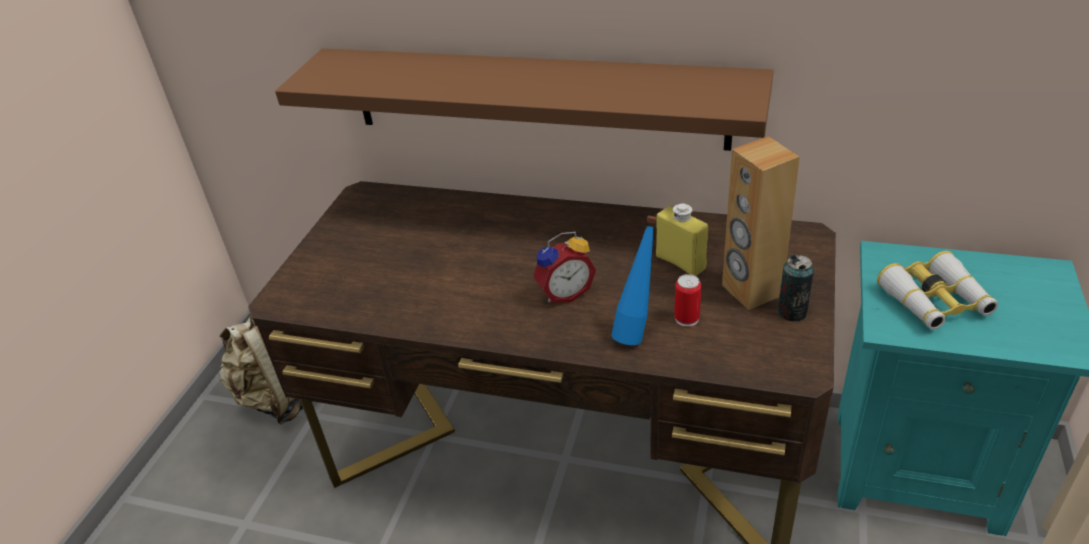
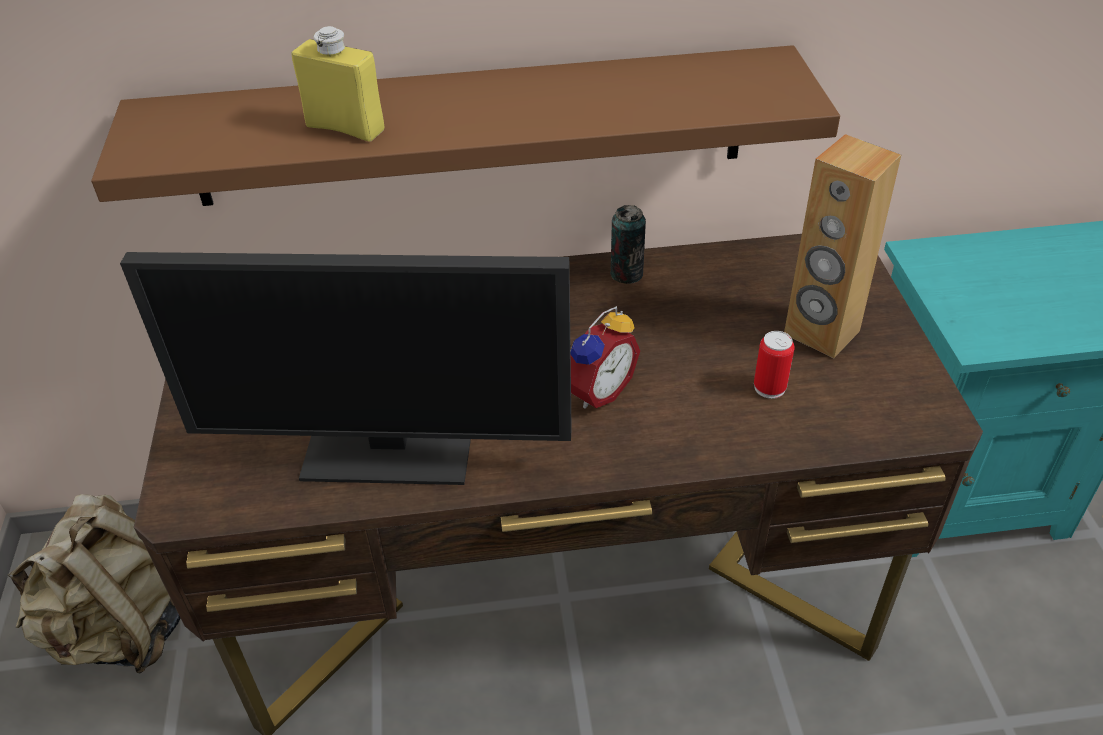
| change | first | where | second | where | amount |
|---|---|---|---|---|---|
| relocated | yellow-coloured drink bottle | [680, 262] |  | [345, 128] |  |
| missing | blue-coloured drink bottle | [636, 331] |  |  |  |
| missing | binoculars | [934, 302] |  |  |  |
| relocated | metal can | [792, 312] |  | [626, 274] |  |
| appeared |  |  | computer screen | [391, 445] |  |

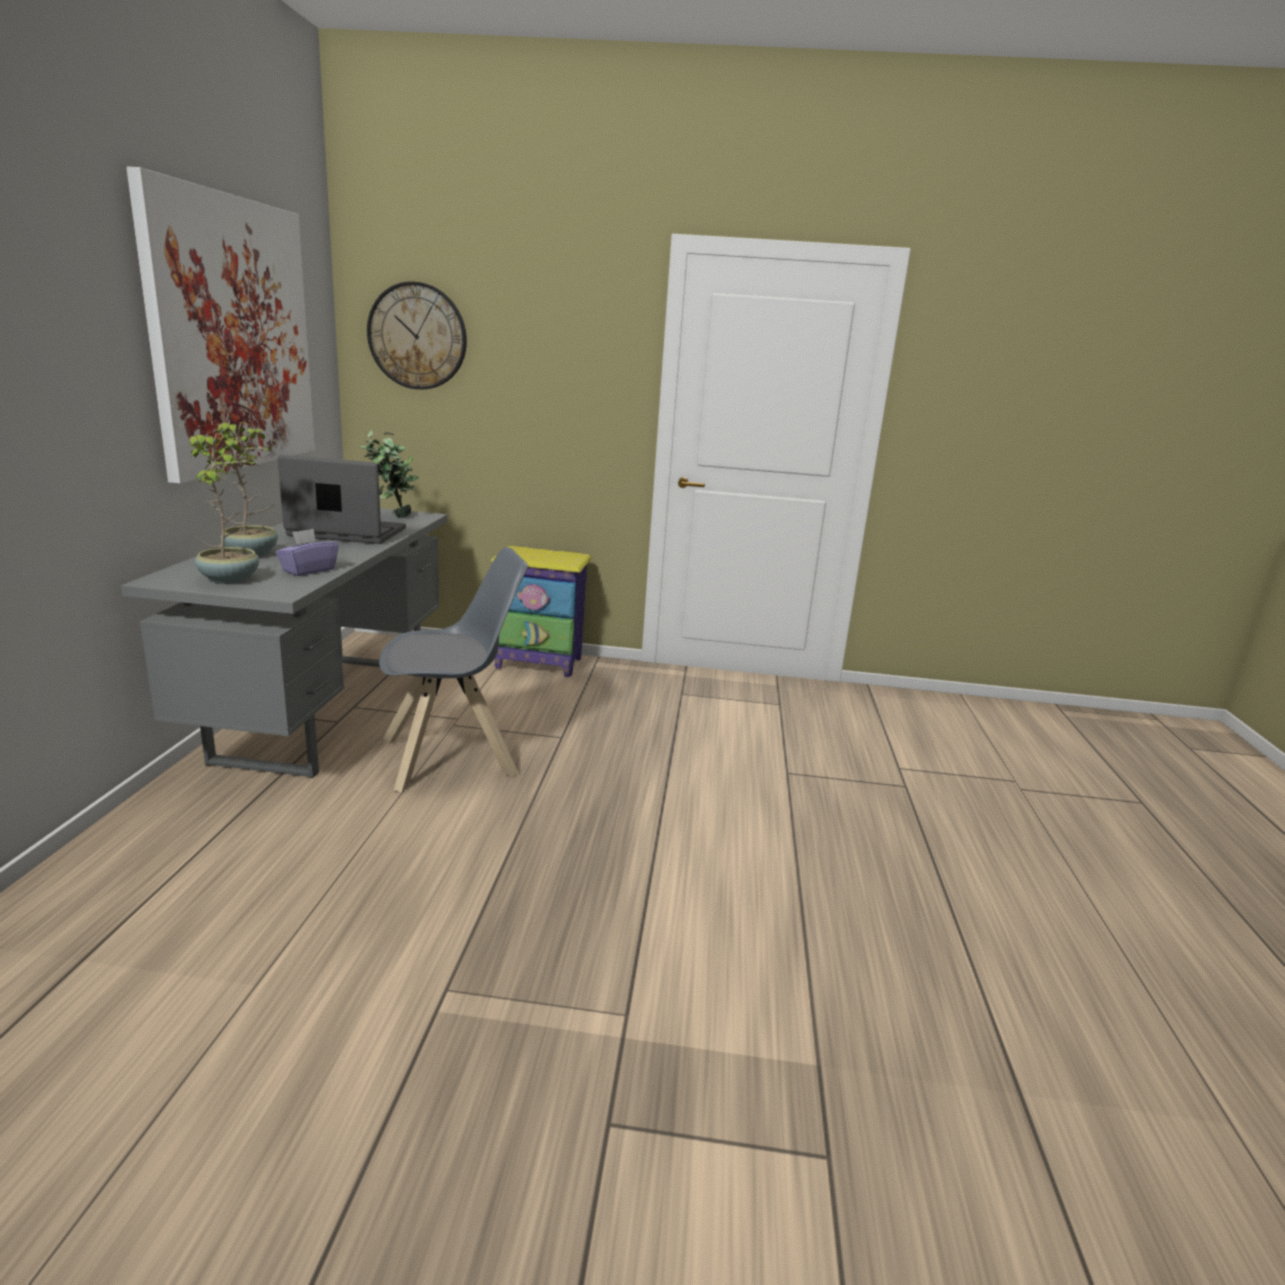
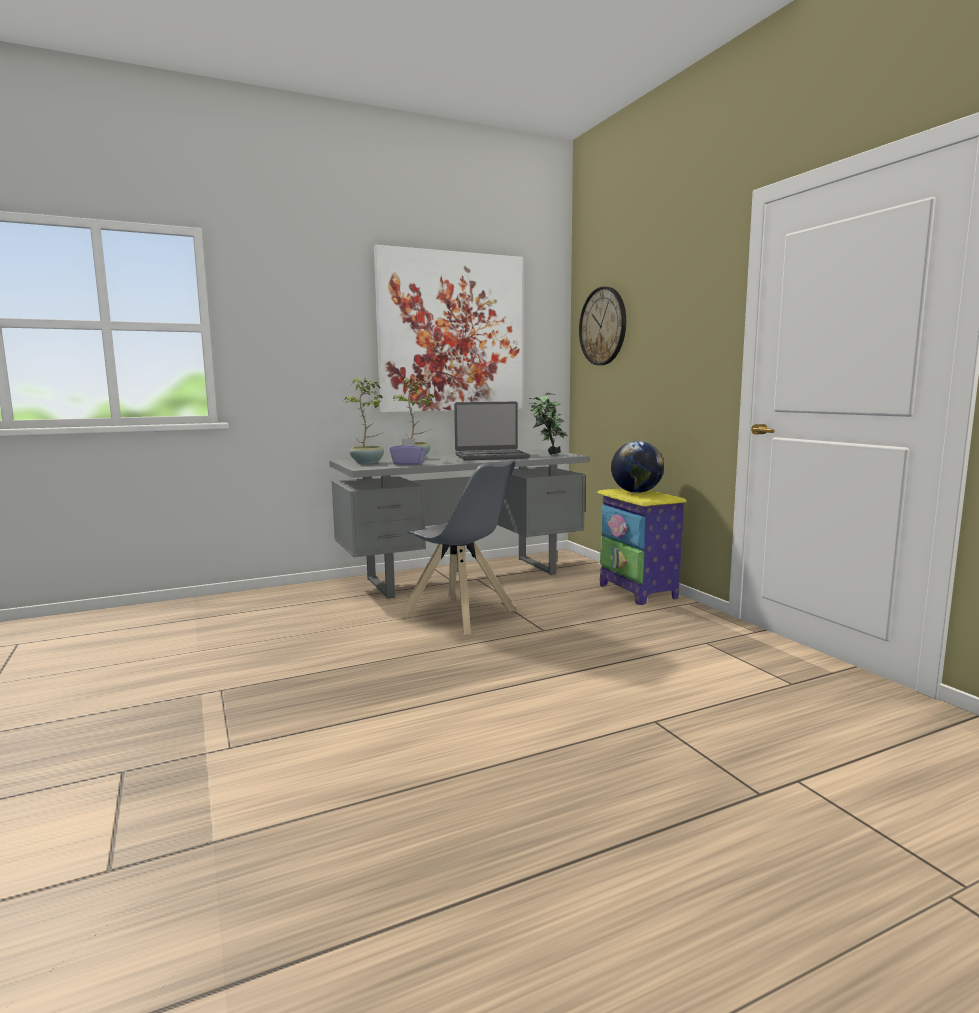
| change | first | where | second | where | amount |
|---|---|---|---|---|---|
| spun | laptop | [347, 533] |  | [491, 456] | 105 degrees clockwise |
| appeared |  |  | globe | [636, 492] |  |

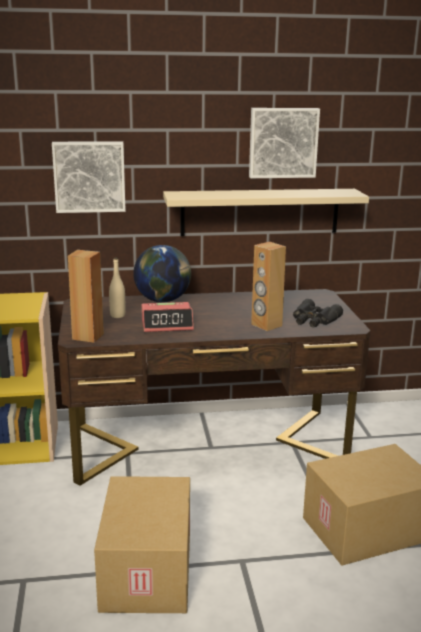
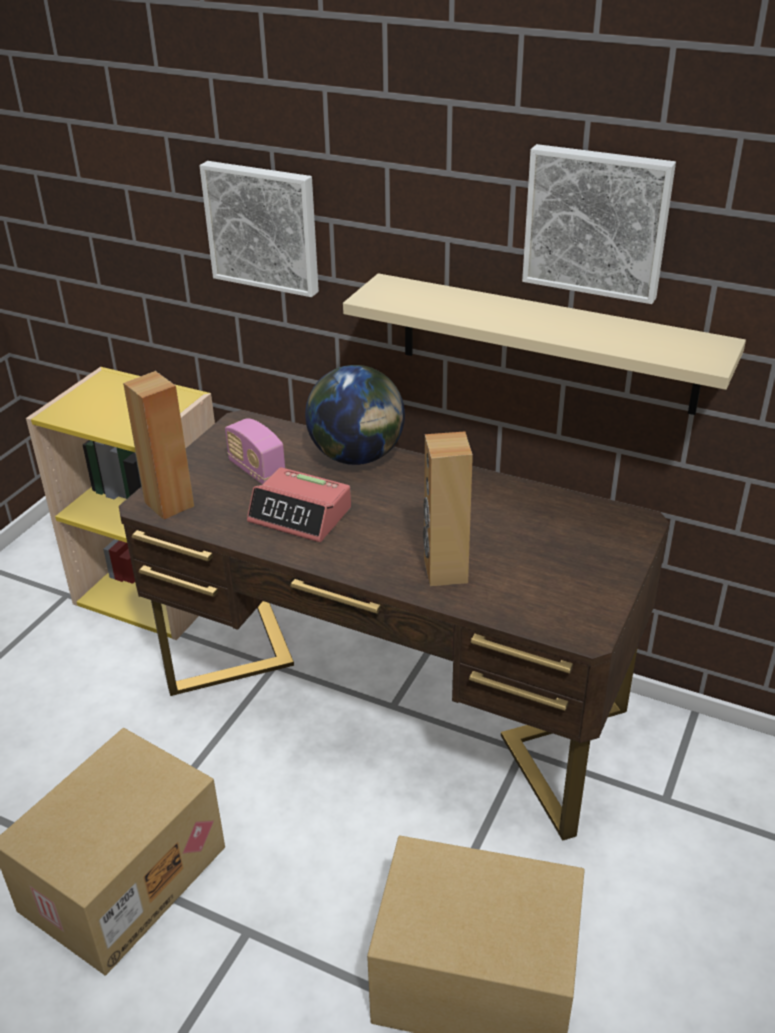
| change | first | where | second | where | amount |
|---|---|---|---|---|---|
| exchanged | beige-coloured drink bottle | [117, 315] | radio set | [257, 471] |  |
| missing | black binoculars | [314, 320] |  |  |  |

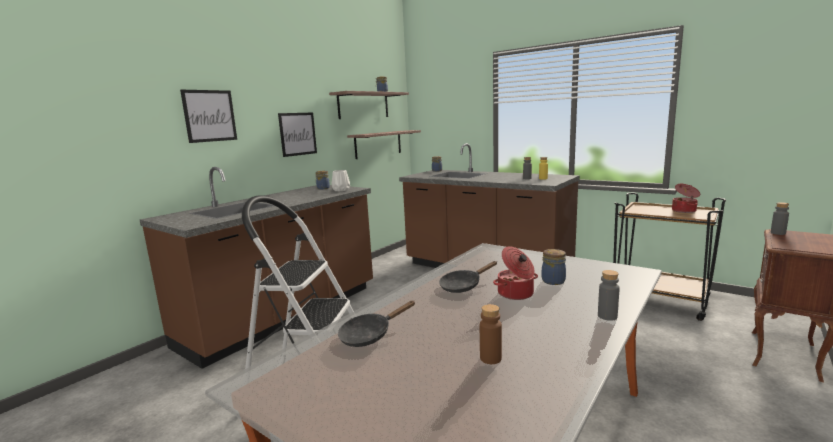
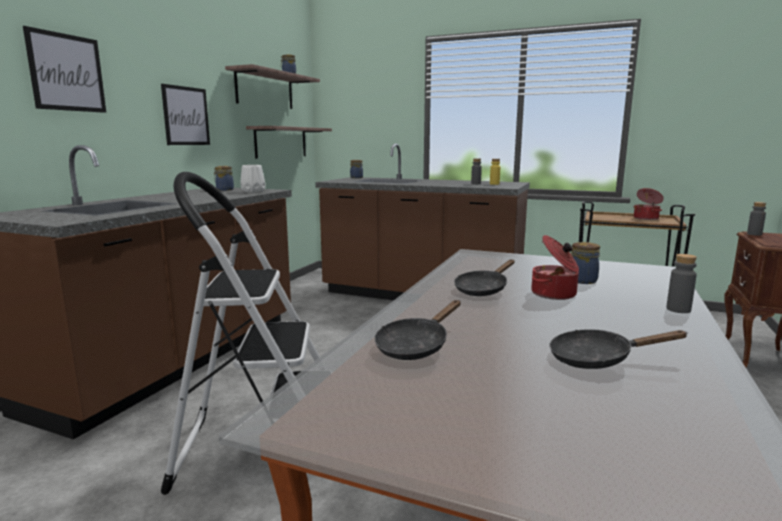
| change | first | where | second | where | amount |
|---|---|---|---|---|---|
| exchanged | brown-coloured drink bottle | [490, 358] | black skillet | [597, 359] |  |

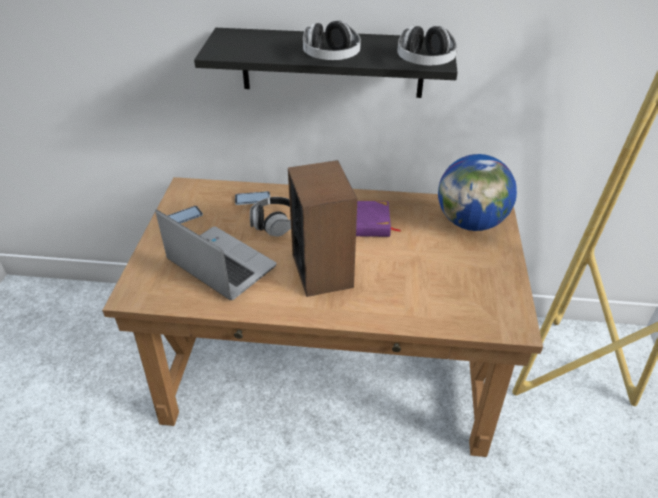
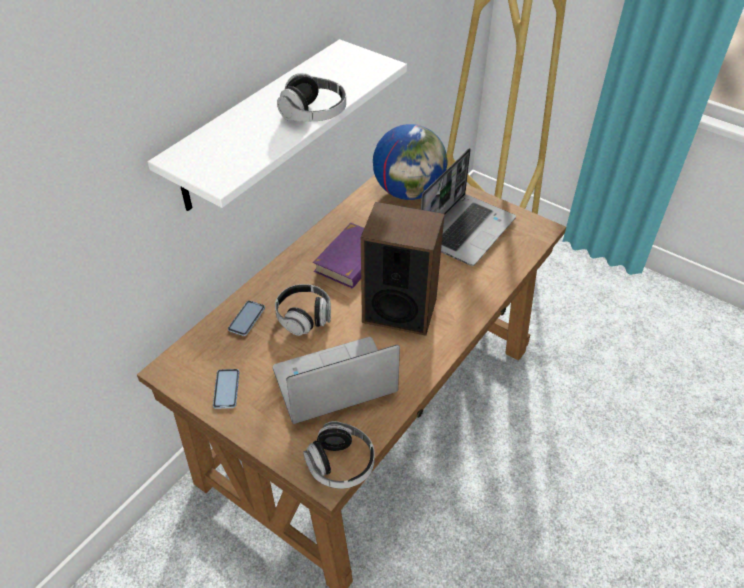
| change | first | where | second | where | amount |
|---|---|---|---|---|---|
| relocated | headphones | [425, 62] |  | [341, 464] |  |
| colour | black bracket shelf | [332, 63] | white-coloured bracket shelf | [257, 126] |  |
| appeared |  |  | laptop | [466, 229] |  |

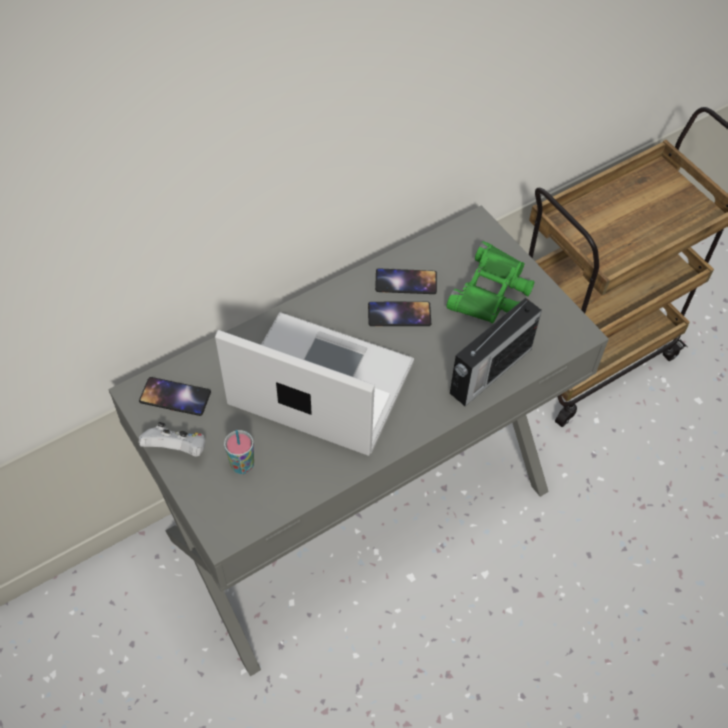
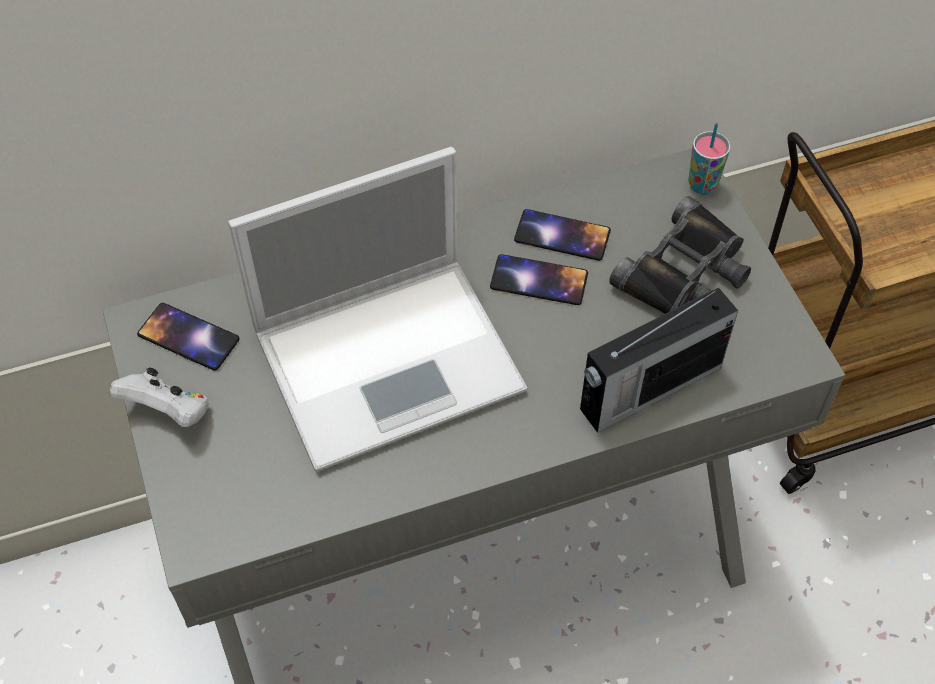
| change | first | where | second | where | amount |
|---|---|---|---|---|---|
| colour | greenish binoculars | [492, 292] | black binoculars | [686, 273] |  |
| spun | laptop | [318, 384] |  | [393, 358] | 120 degrees clockwise |
| relocated | drinking cup | [242, 465] |  | [702, 185] |  |

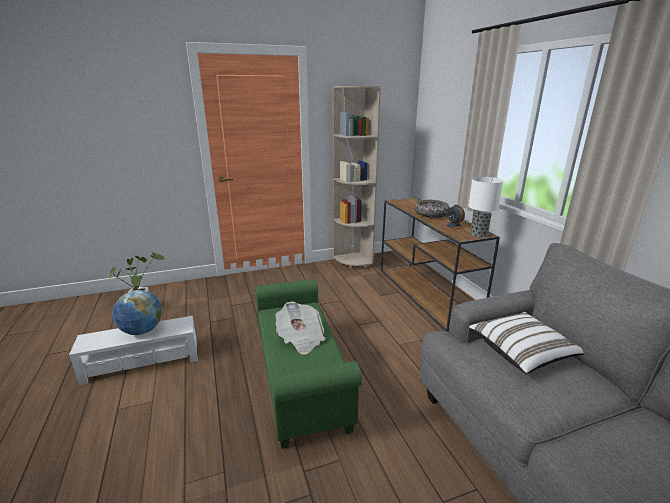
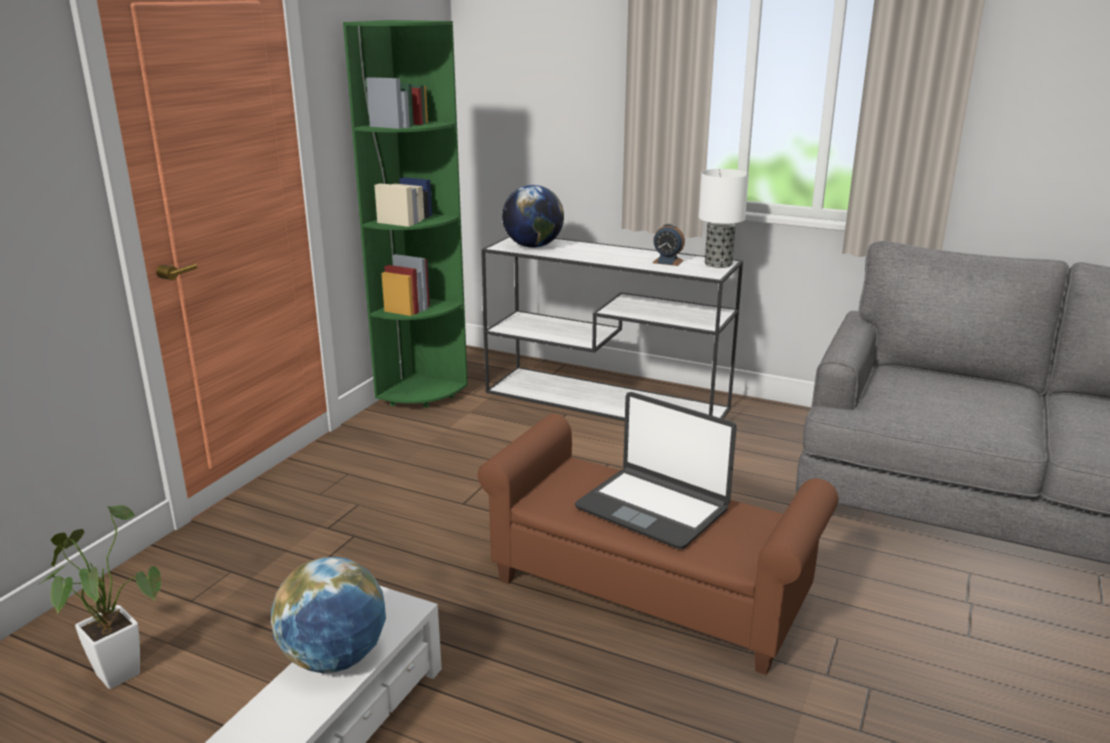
| change | first | where | second | where | amount |
|---|---|---|---|---|---|
| colour | beige-coloured shelving unit | [353, 263] | greenish shelving unit | [421, 399] |  |
| colour | brown-coloured hall table | [426, 294] | white-coloured hall table | [608, 401] |  |
| missing | serving bowl | [431, 214] |  |  |  |
| colour | greenish footrest | [301, 381] | brown-coloured footrest | [648, 591] |  |
| exchanged | newspaper | [300, 338] | laptop | [653, 508] |  |
| missing | white-coloured throw pillow | [522, 352] |  |  |  |
| appeared |  |  | globe | [533, 246] |  |

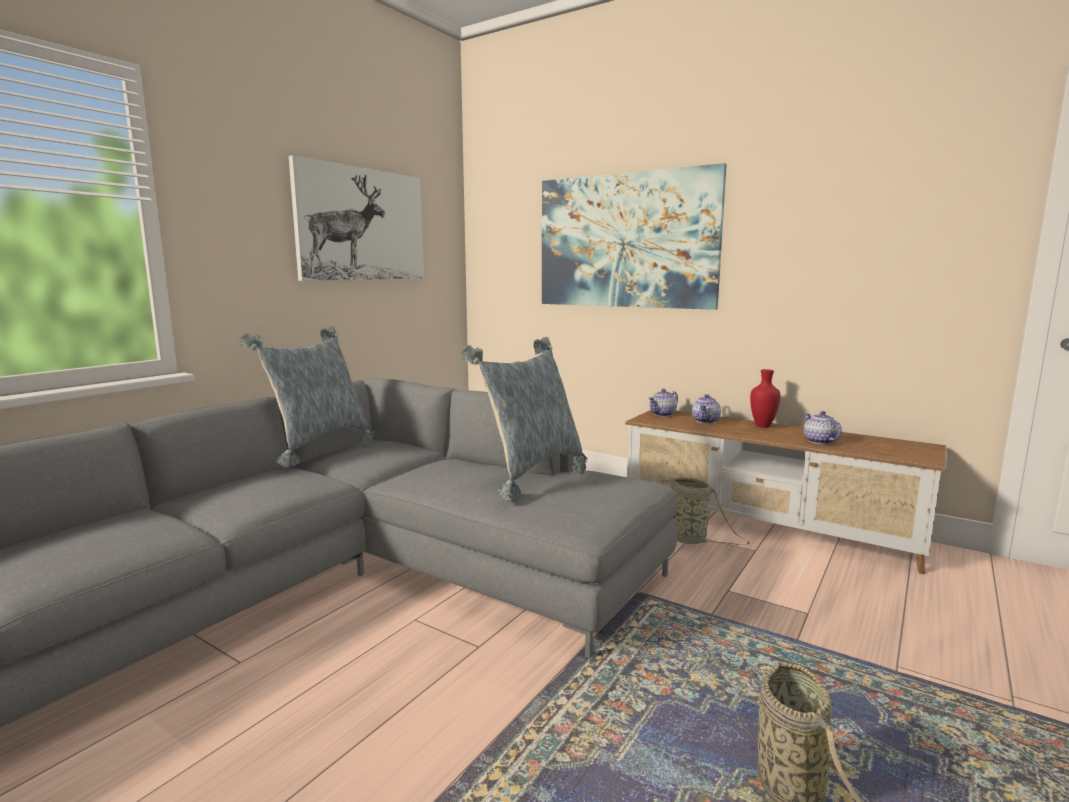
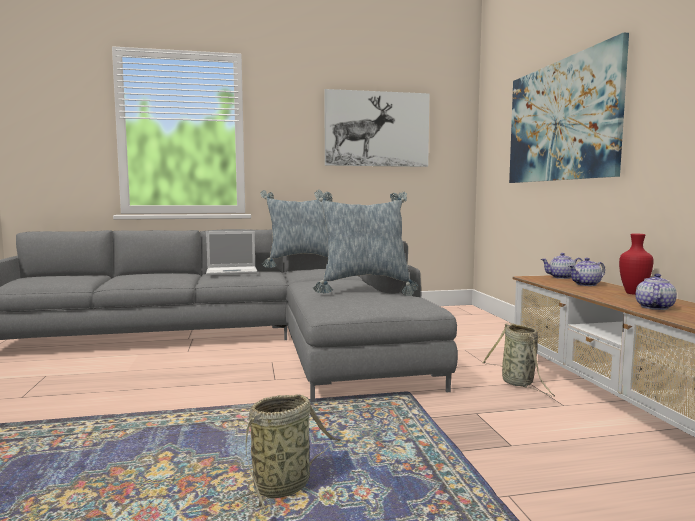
| change | first | where | second | where | amount |
|---|---|---|---|---|---|
| appeared |  |  | laptop | [233, 271] |  |

